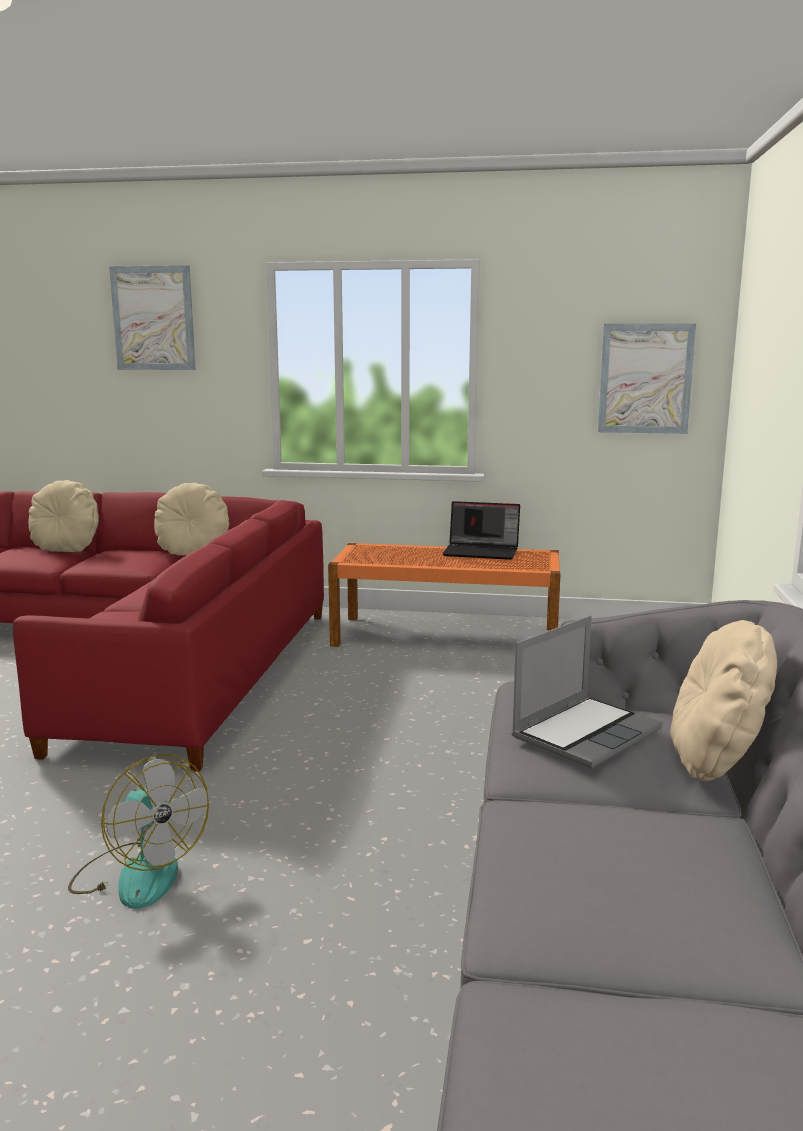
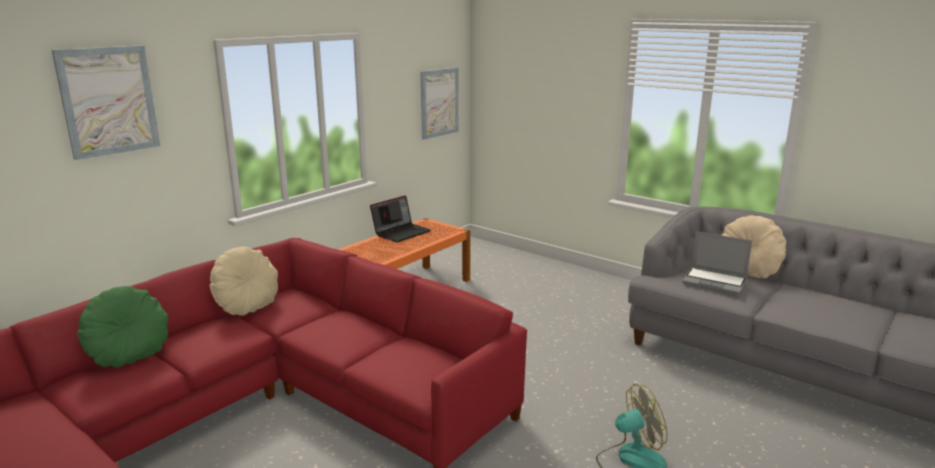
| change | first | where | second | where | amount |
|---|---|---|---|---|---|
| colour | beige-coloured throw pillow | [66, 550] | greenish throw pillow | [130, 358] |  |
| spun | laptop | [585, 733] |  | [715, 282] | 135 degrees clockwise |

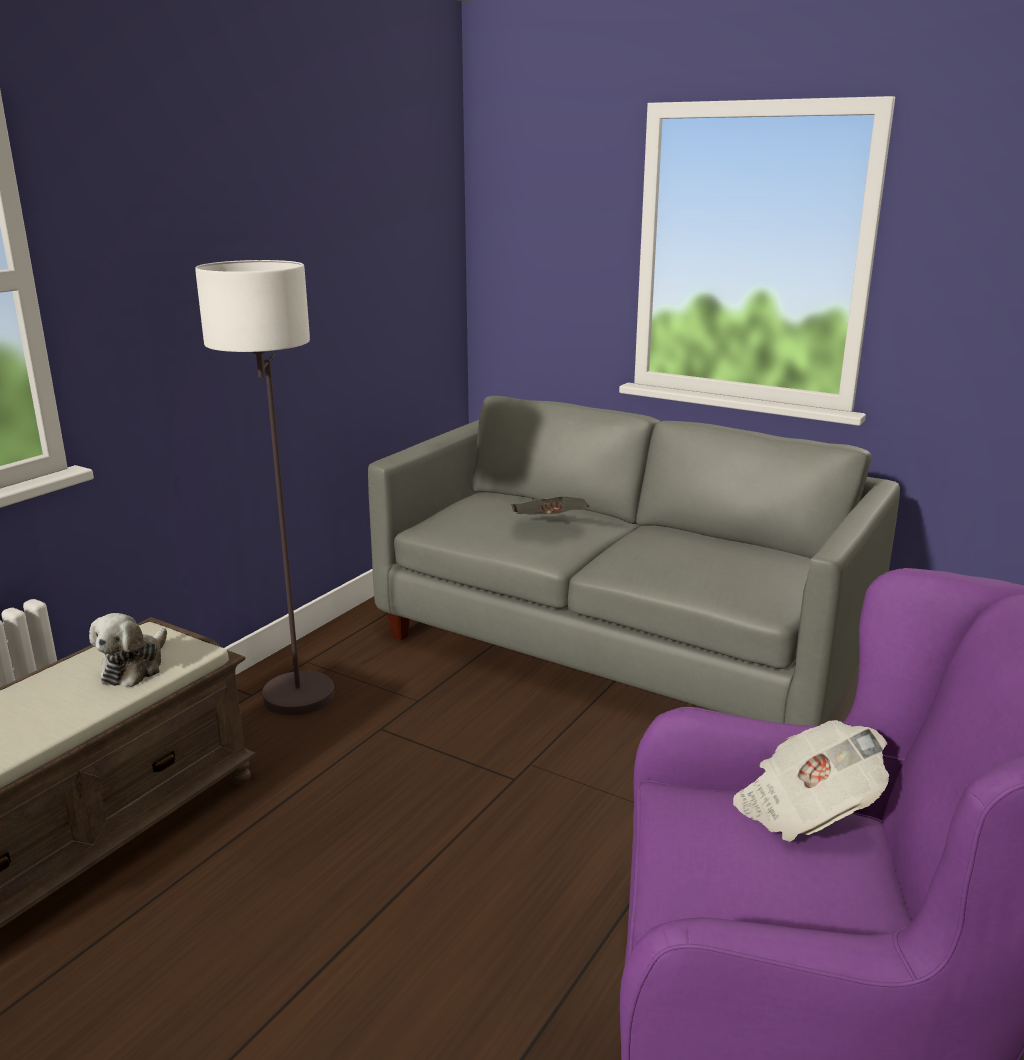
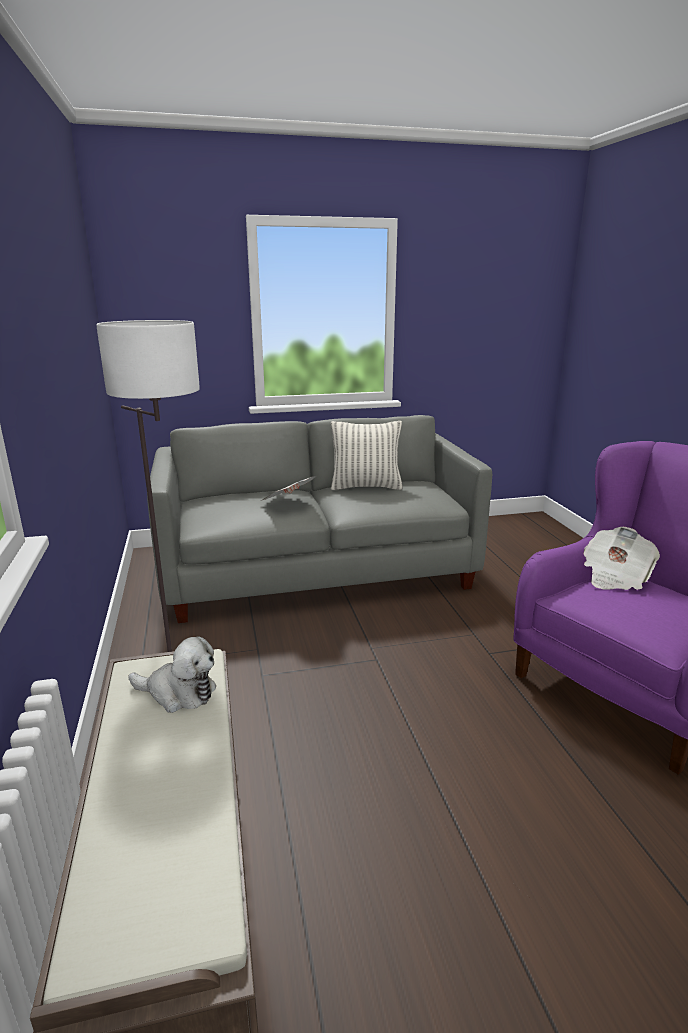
| change | first | where | second | where | amount |
|---|---|---|---|---|---|
| spun | plush toy | [134, 667] |  | [179, 693] | 45 degrees counterclockwise |
| appeared |  |  | throw pillow | [366, 487] |  |

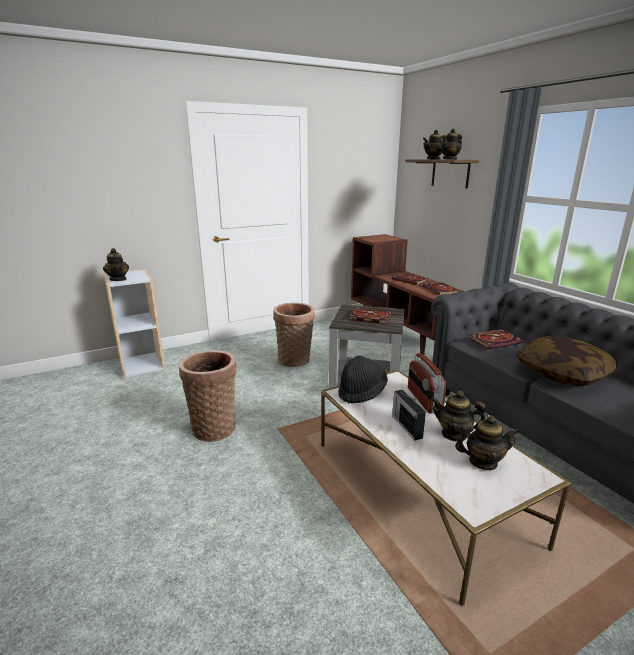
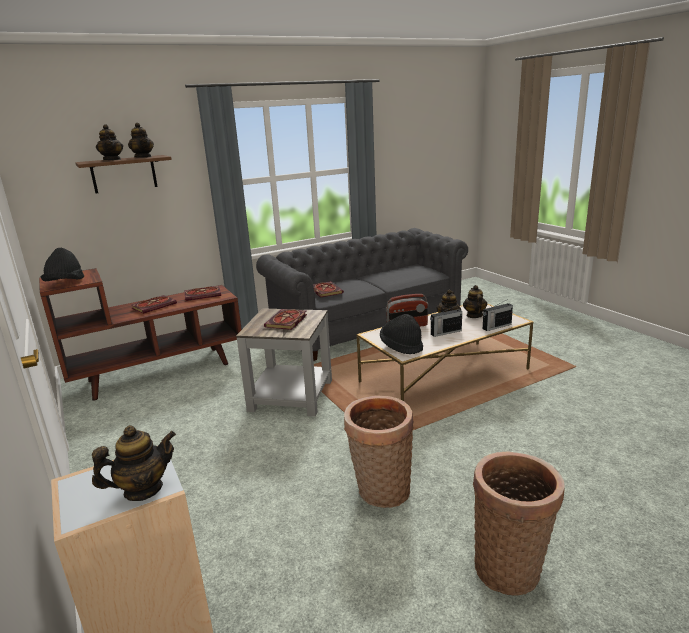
| change | first | where | second | where | amount |
|---|---|---|---|---|---|
| relocated | household basket | [295, 361] |  | [510, 566] |  |
| missing | throw pillow | [562, 373] |  |  |  |
| appeared |  |  | black hat | [65, 283] |  |
| appeared |  |  | radio set | [496, 326] |  |

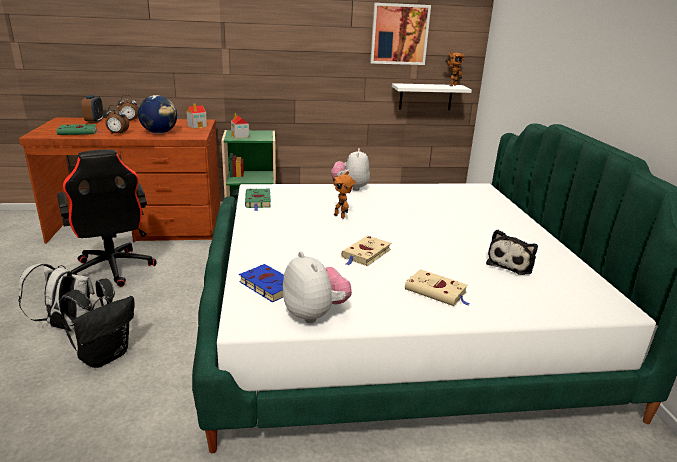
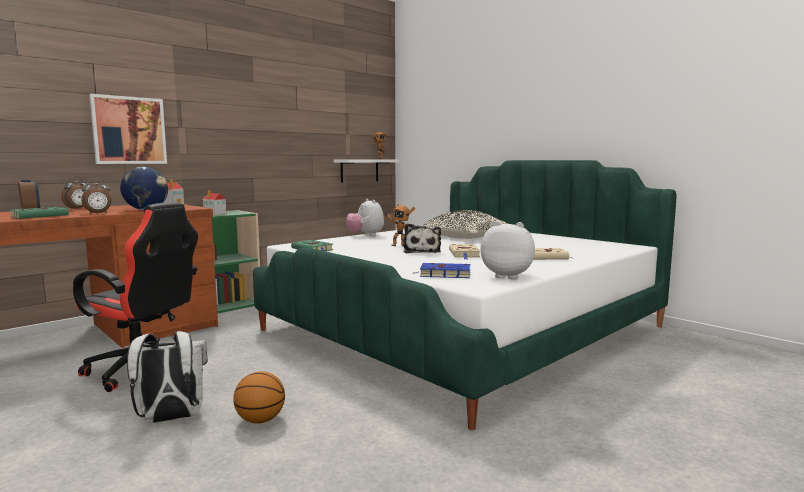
| change | first | where | second | where | amount |
|---|---|---|---|---|---|
| relocated | picture | [399, 34] |  | [129, 130] |  |
| relocated | plush toy | [511, 264] |  | [421, 251] |  |
| exchanged | black rucksack | [105, 355] | basketball ball | [260, 420] |  |
| appeared |  |  | beige-coloured throw pillow | [465, 236] |  |

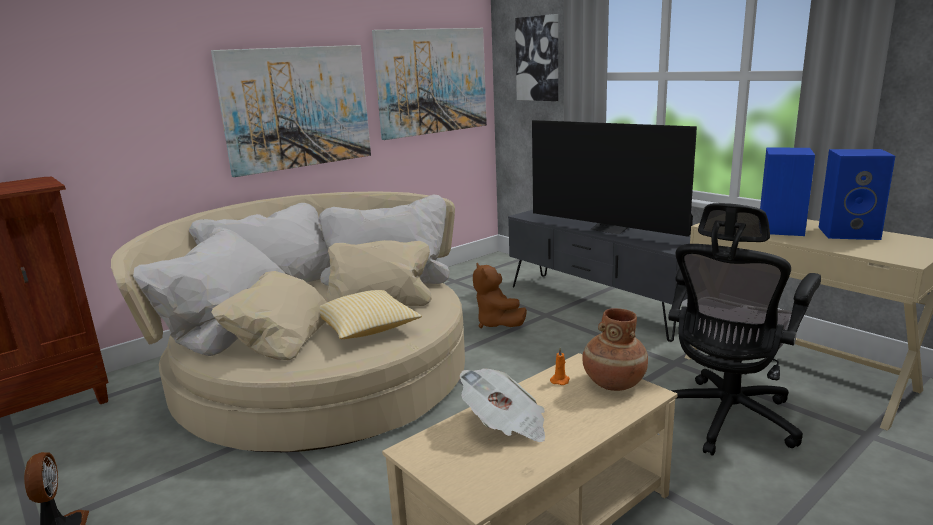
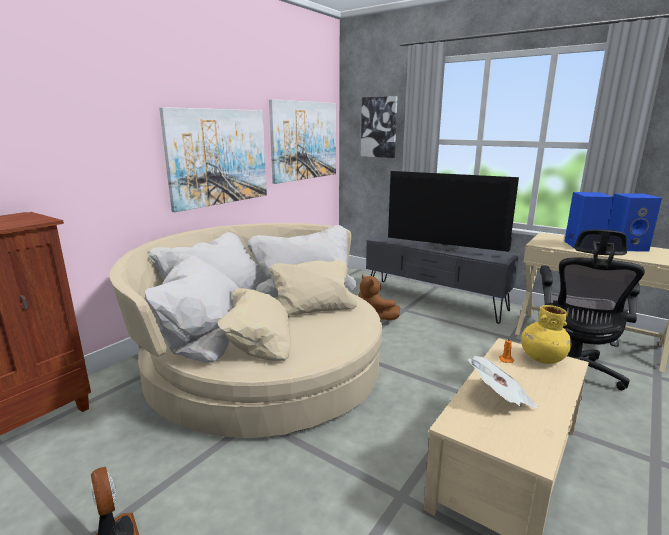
| change | first | where | second | where | amount |
|---|---|---|---|---|---|
| missing | throw pillow | [367, 329] |  |  |  |
| colour | brown-coloured vase | [613, 383] | yellow-coloured vase | [542, 358] |  |

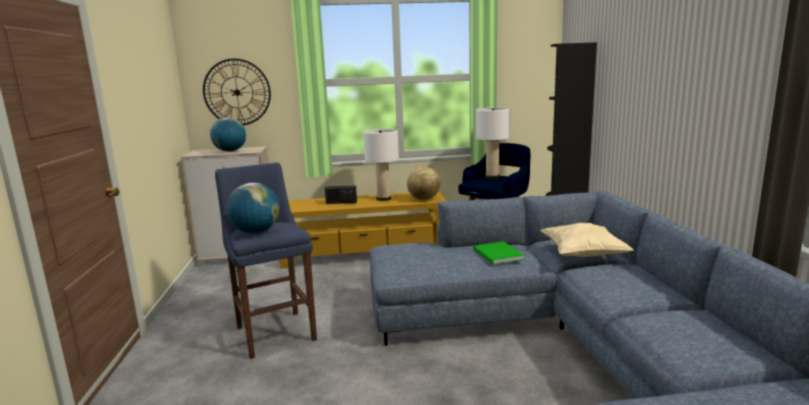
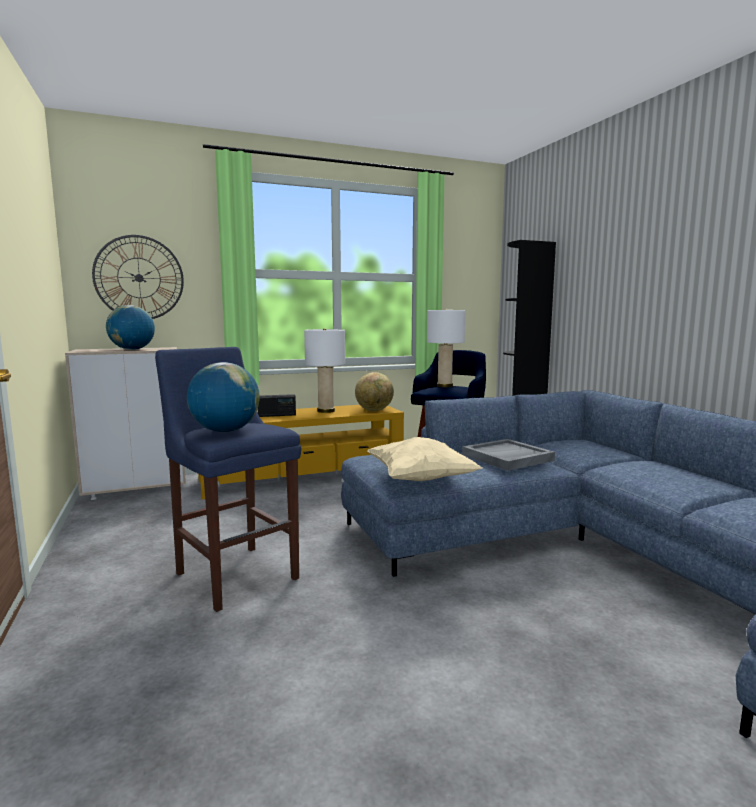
| change | first | where | second | where | amount |
|---|---|---|---|---|---|
| relocated | beige-coloured throw pillow | [583, 255] |  | [421, 479] |  |
| exchanged | greenish volume | [497, 255] | greyish serving tray | [507, 458] |  |

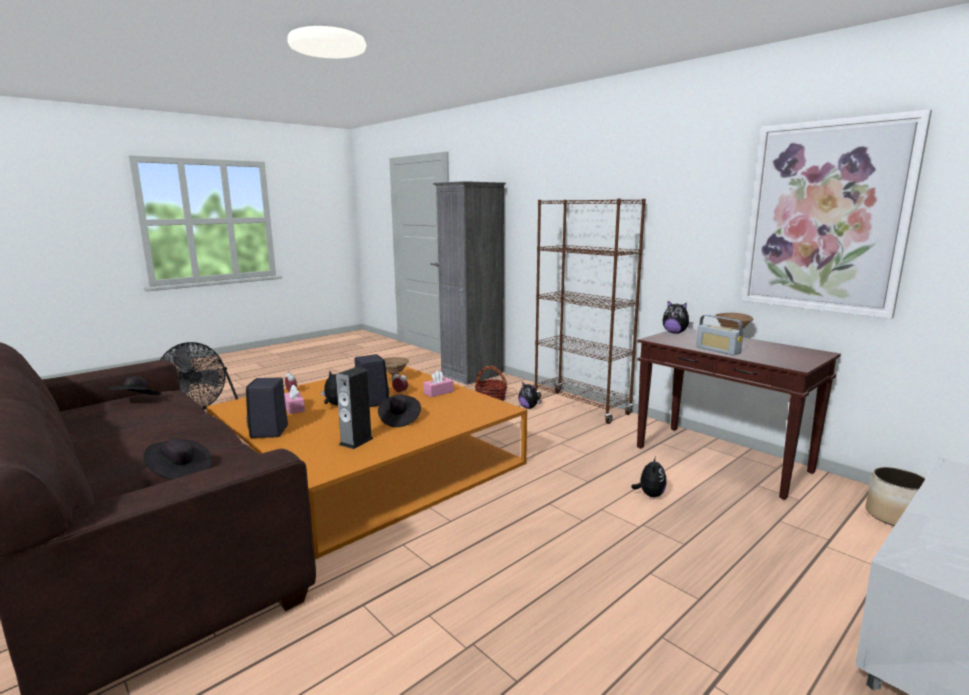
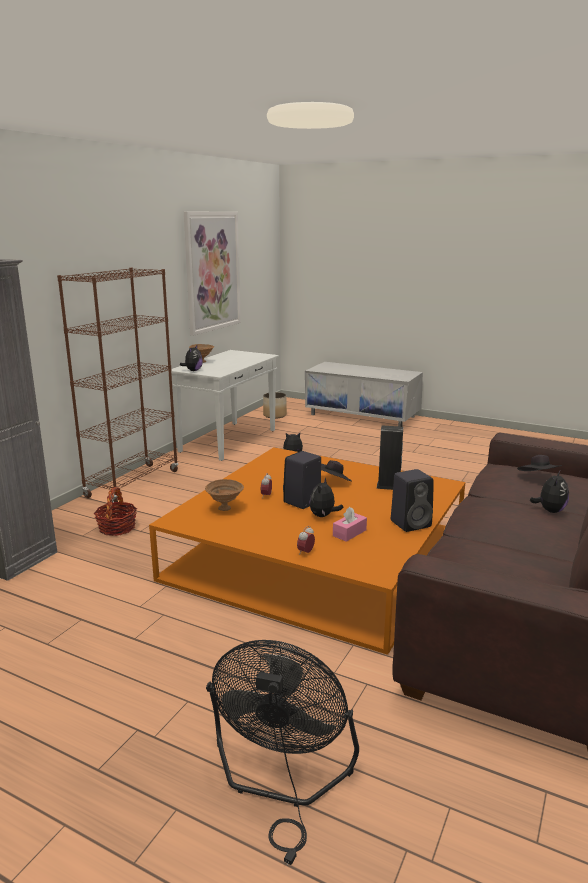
| change | first | where | second | where | amount |
|---|---|---|---|---|---|
| missing | radio set | [717, 350] |  |  |  |
| colour | brown-coloured hall table | [723, 460] | white-coloured hall table | [228, 440] |  |
| missing | pinkish box of tissues | [438, 392] |  |  |  |
| missing | black hat | [137, 401] |  |  |  |
| relocated | plush toy | [528, 407] |  | [550, 510] |  |

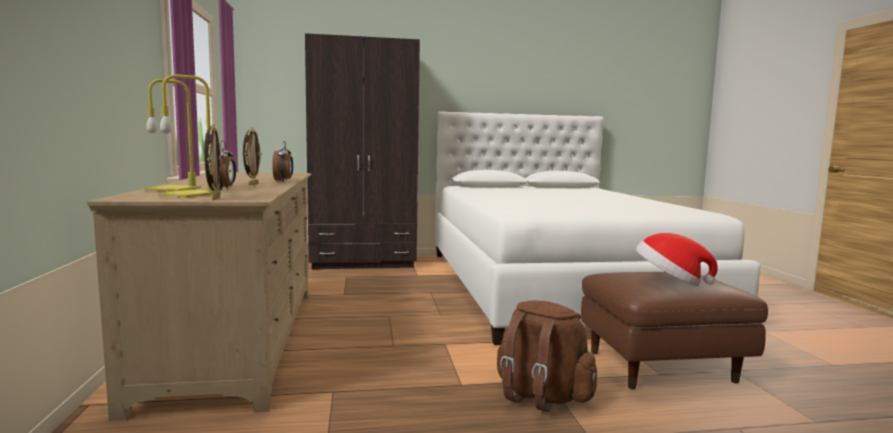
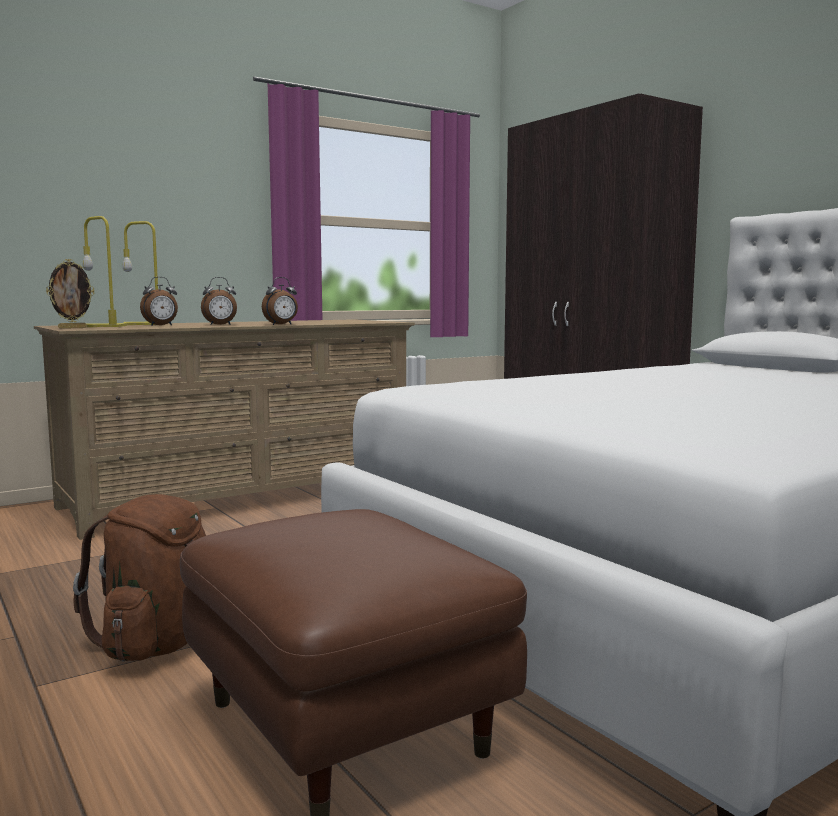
| change | first | where | second | where | amount |
|---|---|---|---|---|---|
| exchanged | standing frame | [252, 184] | alarm clock | [220, 325] |  |
| missing | hat | [670, 282] |  |  |  |

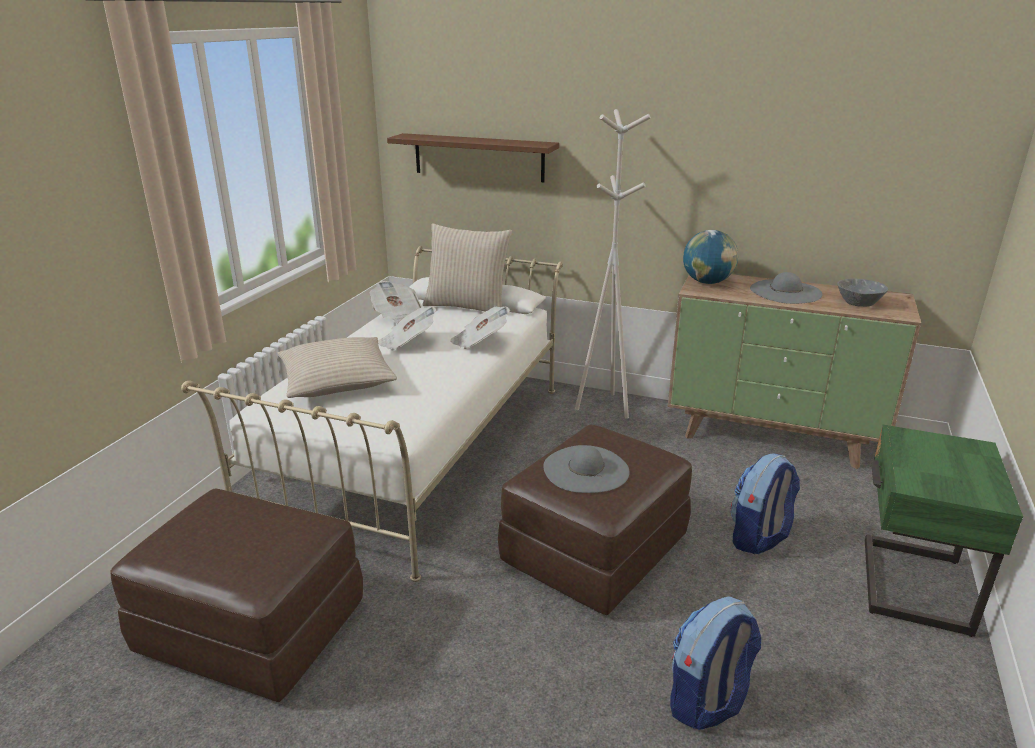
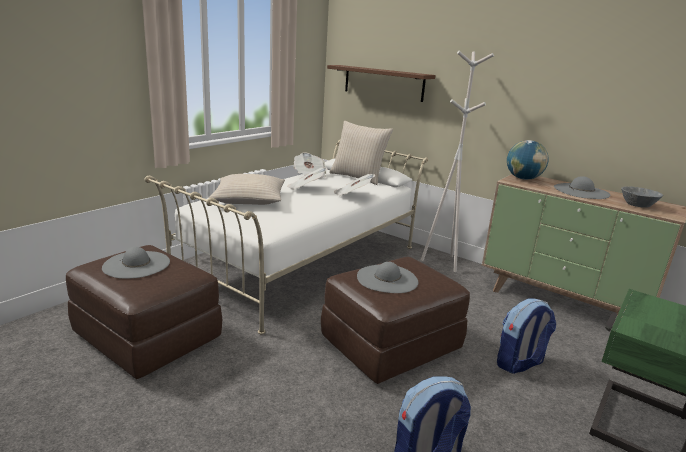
| change | first | where | second | where | amount |
|---|---|---|---|---|---|
| appeared |  |  | greyish hat | [136, 264] |  |

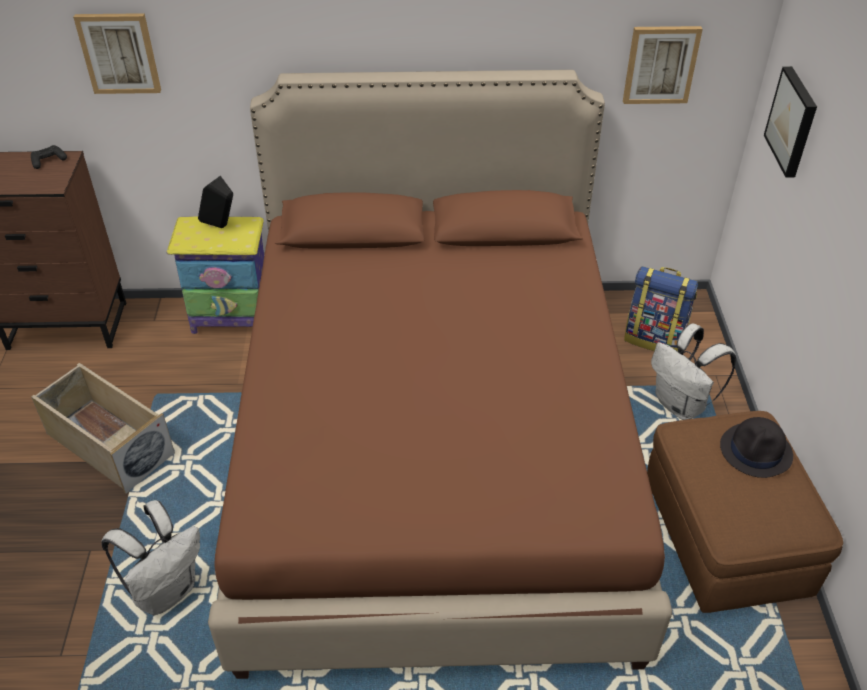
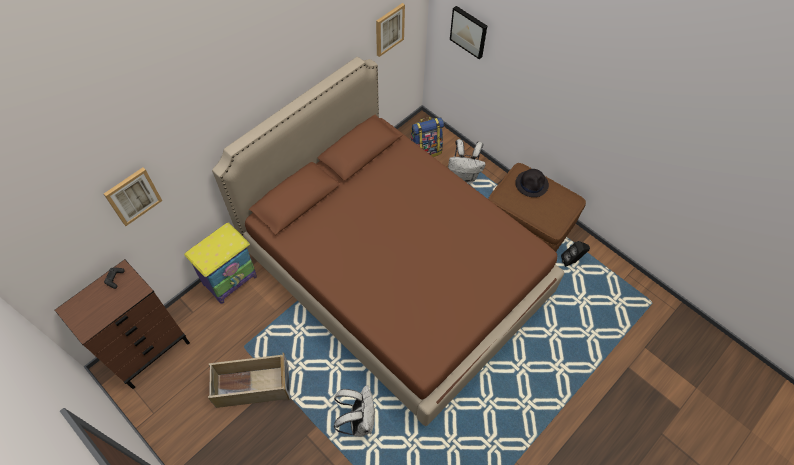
| change | first | where | second | where | amount |
|---|---|---|---|---|---|
| relocated | black loudspeaker | [222, 227] |  | [572, 261] |  |

